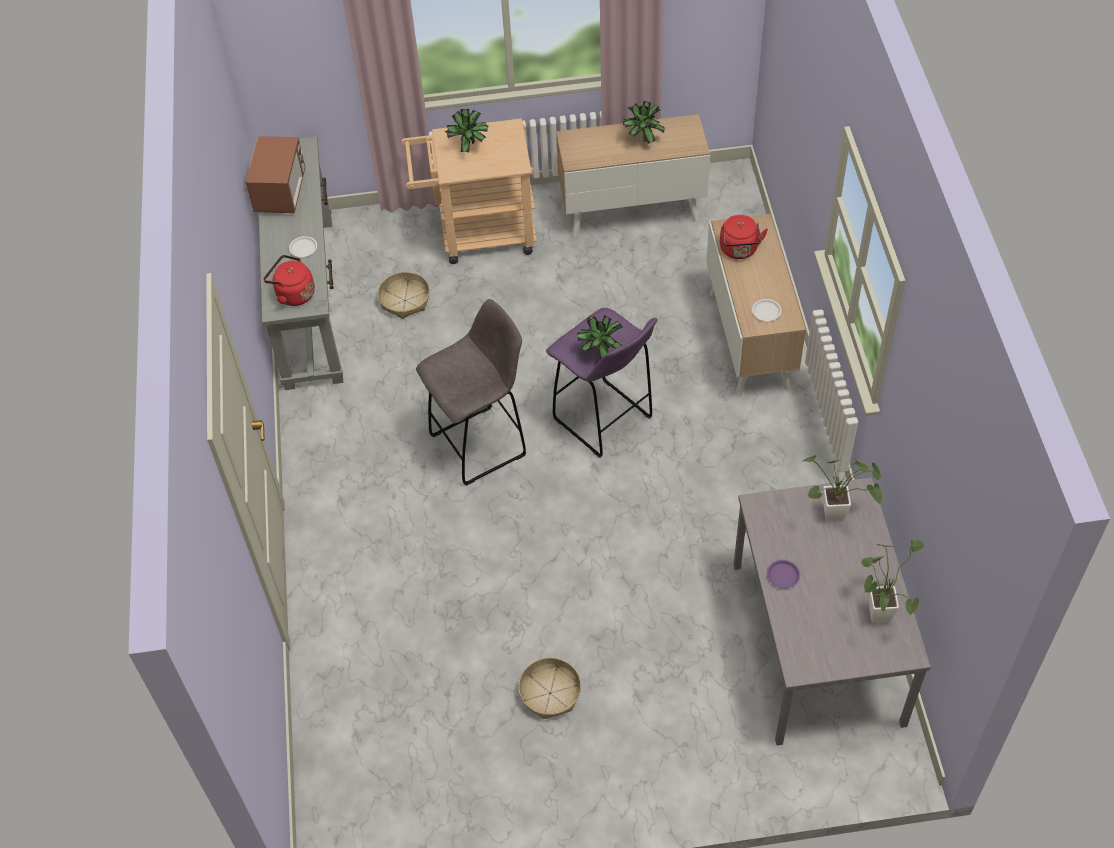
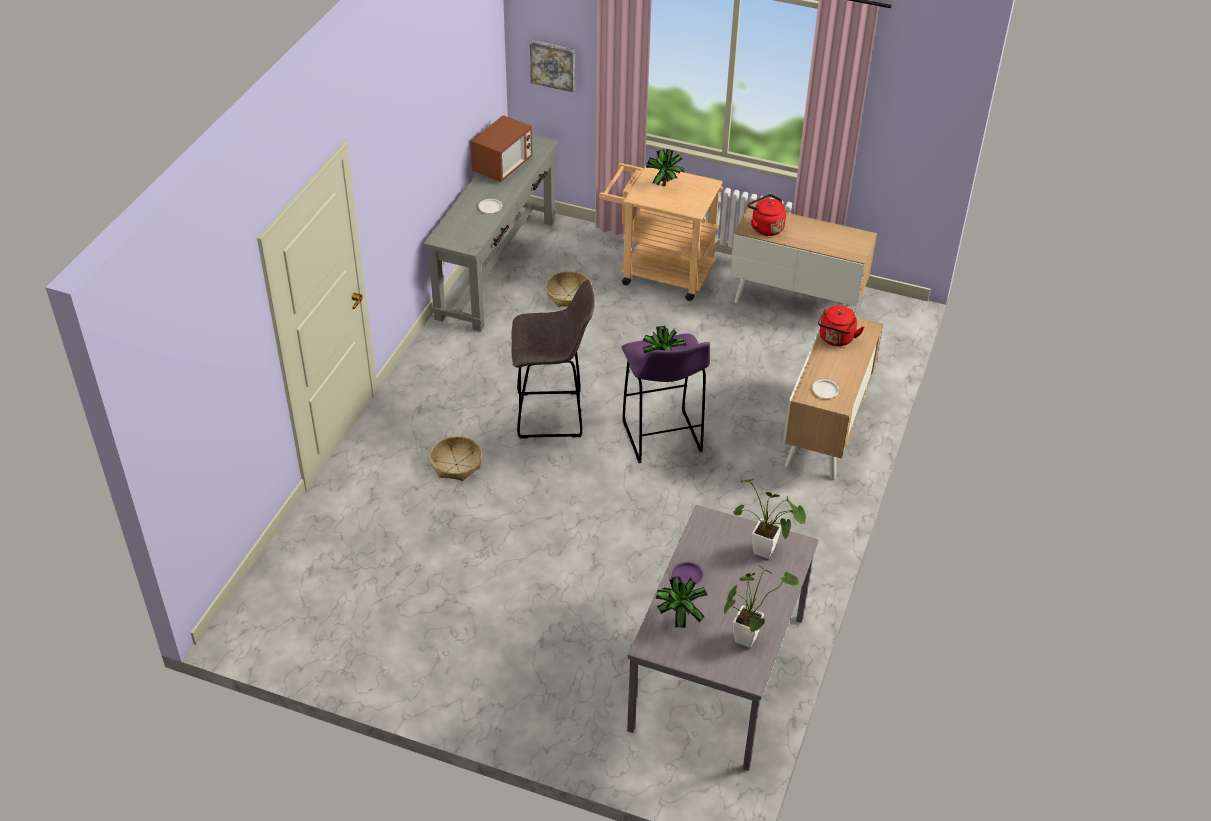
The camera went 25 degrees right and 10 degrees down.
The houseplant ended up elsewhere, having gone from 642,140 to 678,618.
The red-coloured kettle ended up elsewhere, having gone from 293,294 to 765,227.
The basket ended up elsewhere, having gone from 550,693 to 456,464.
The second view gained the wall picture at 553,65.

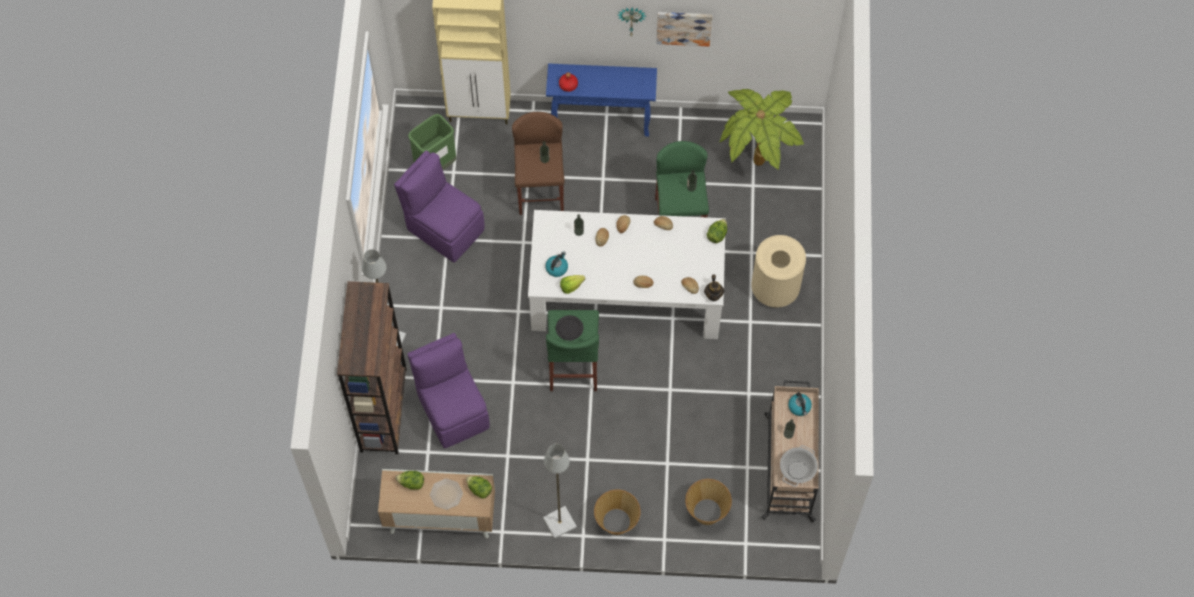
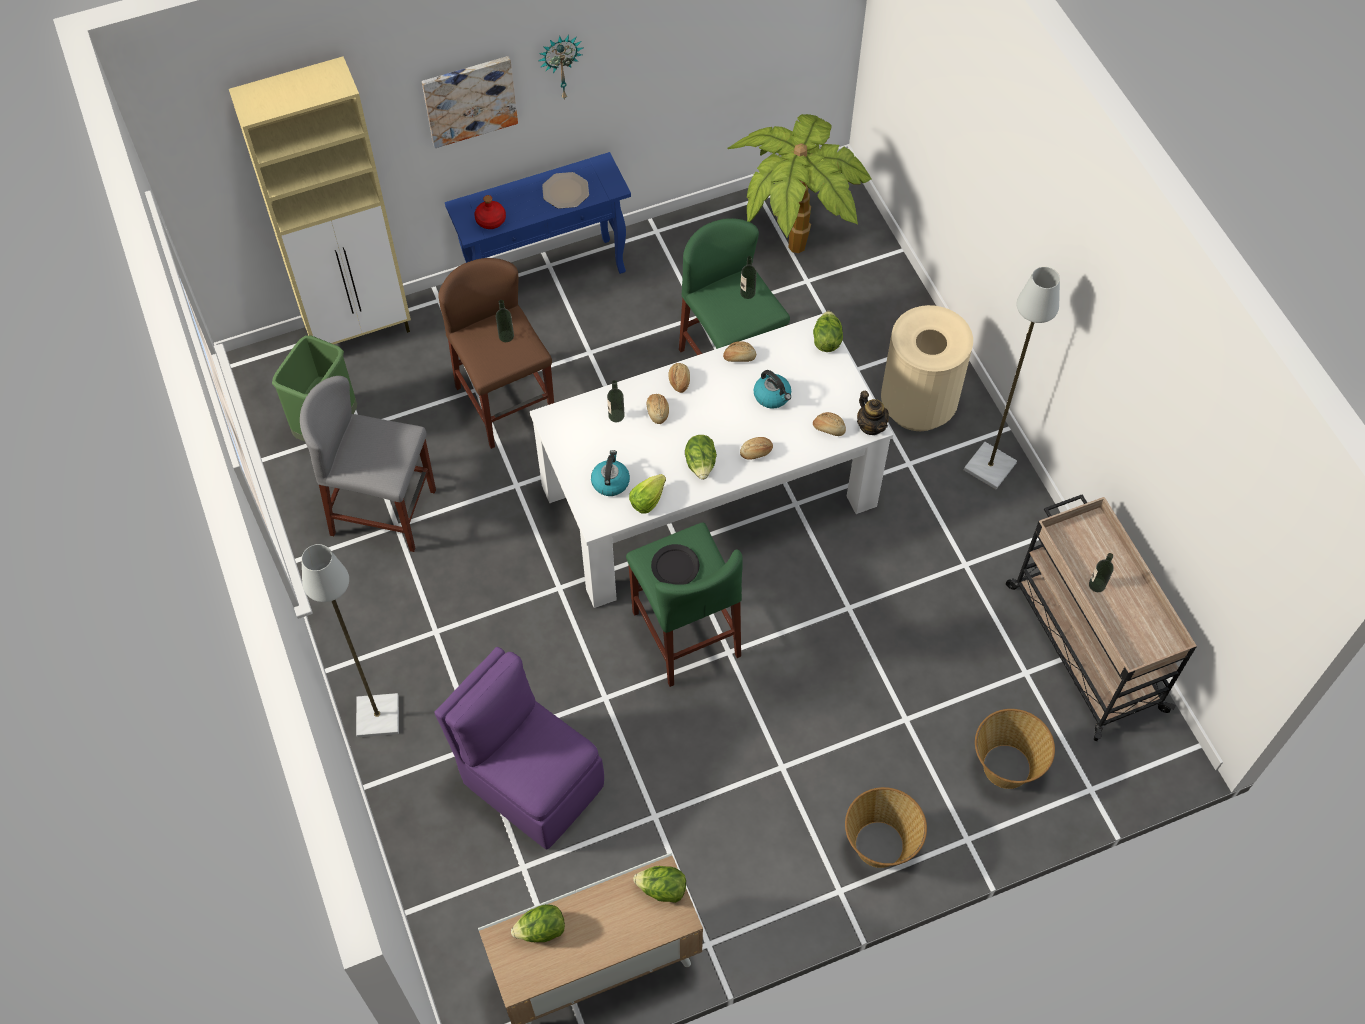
The camera went 25 degrees left and 5 degrees down.
The wall picture ended up elsewhere, having gone from 684,27 to 469,100.
Where the purple-coloured upright chair stood at 444,228, the grey sitting stool came to stand at 384,512.
The second view lost the brown shelving unit at 383,410.
The kettle ended up elsewhere, having gone from 799,407 to 772,396.
The grey floor lamp ended up elsewhere, having gone from 559,523 to 990,467.
The second view lost the cooking pot at 797,470.
The plate ended up elsewhere, having gone from 446,494 to 565,191.
The second view gained the head of lettuce at 701,464.

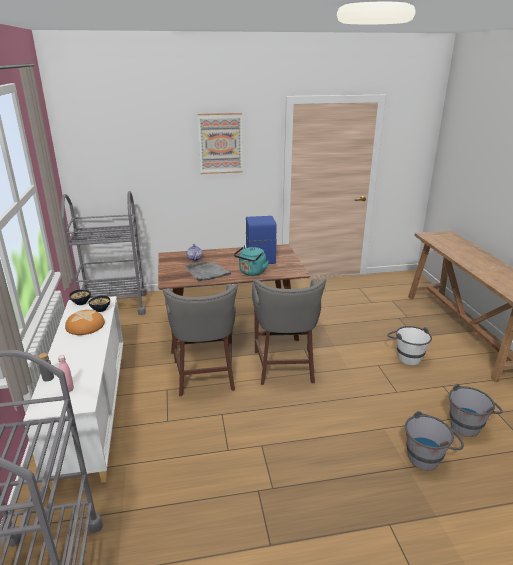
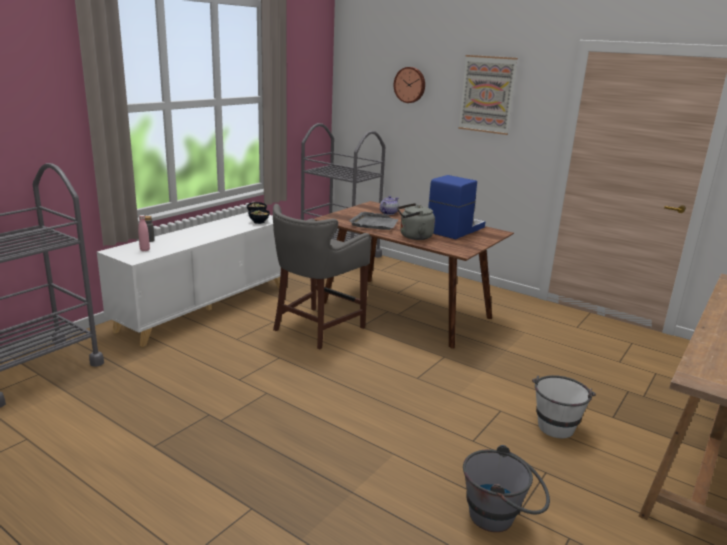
The camera went 45 degrees right and 5 degrees down.
What was the blue-green kettle at 251,272 turned into the grey kettle at 414,237.
The second view lost the grey sitting stool at 285,367.
The second view lost the baked bread at 85,326.
The second view lost the grey bucket at 428,457.
The second view gained the hanging clock at 410,85.

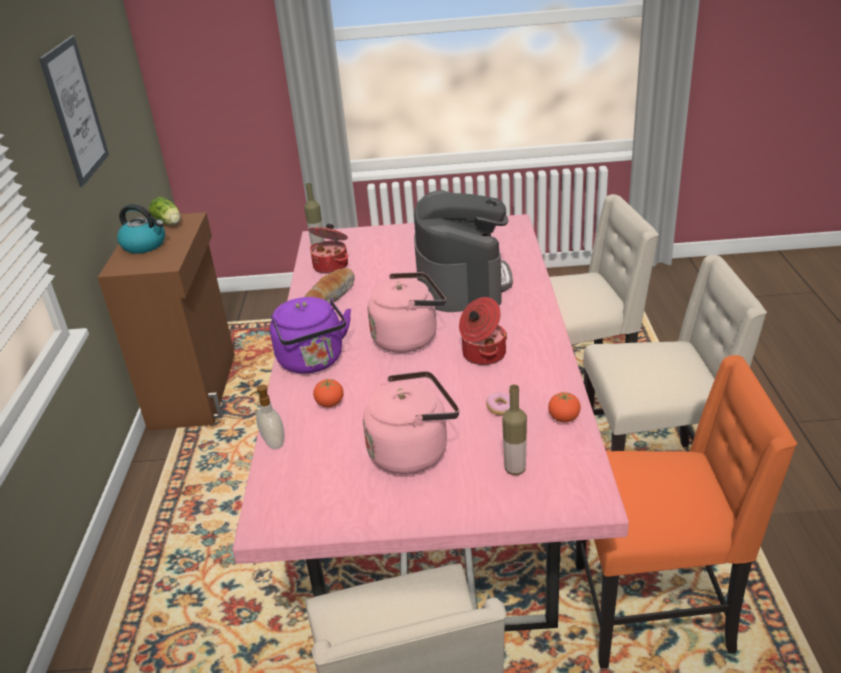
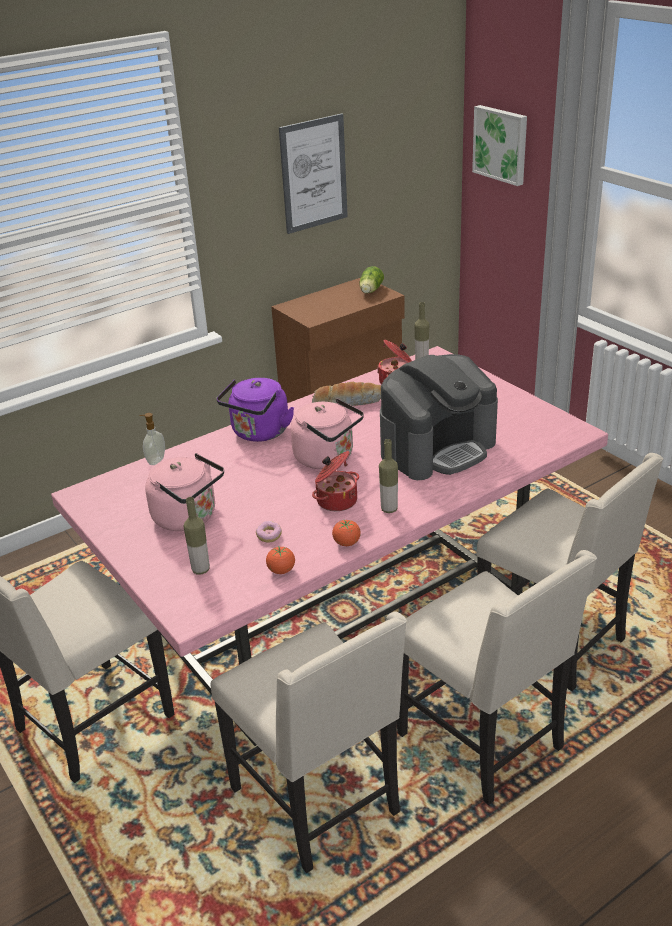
The camera went 55 degrees right and 0 degrees up.
The second view lost the kettle at 145,245.
What was the orange upright chair at 655,609 turned into the sand-coloured upright chair at 319,801.
The fresh tomato ended up elsewhere, having gone from 330,404 to 346,543.
The second view gained the wall picture at 501,144.
The second view gained the beverage bottle at 389,509.

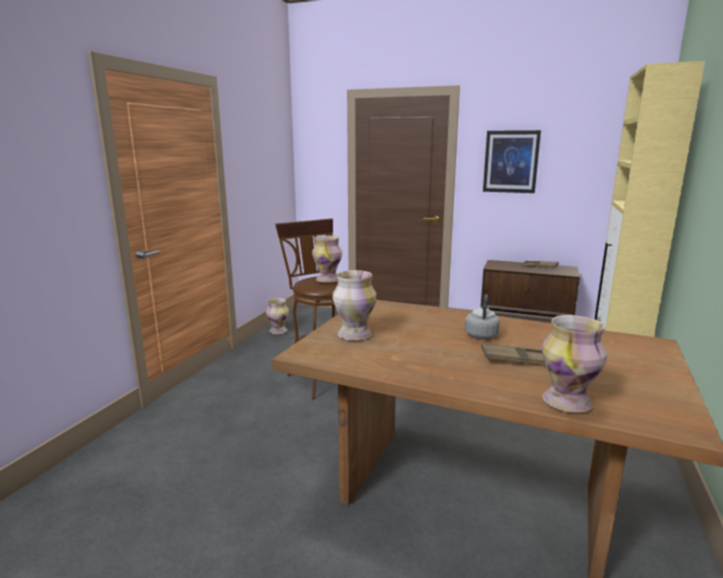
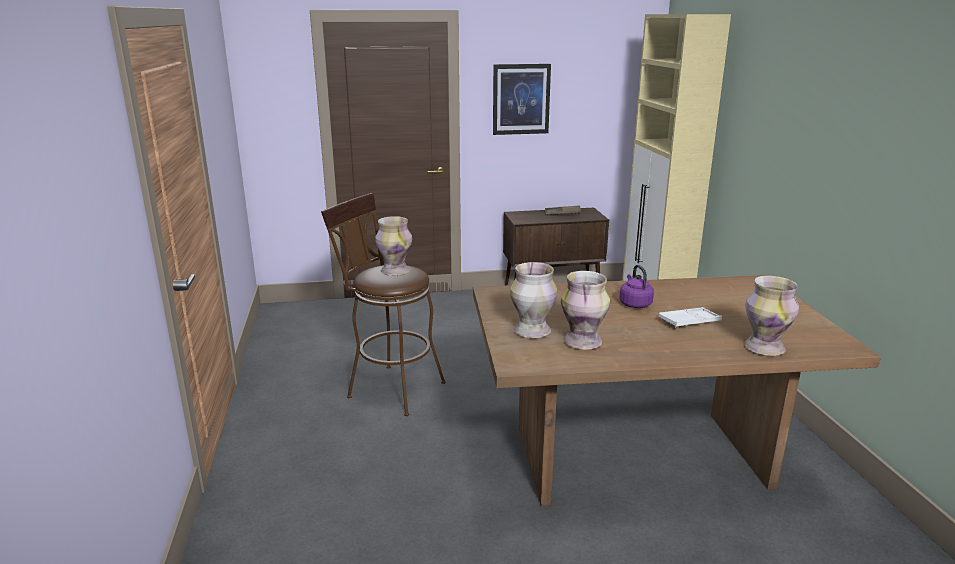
The camera went 30 degrees left and 5 degrees up.
What was the grey kettle at 481,334 turned into the purple-coloured kettle at 634,303.
The decorative vase ended up elsewhere, having gone from 278,331 to 583,342.
What was the brown tray at 515,360 turned into the whitish tray at 689,321.

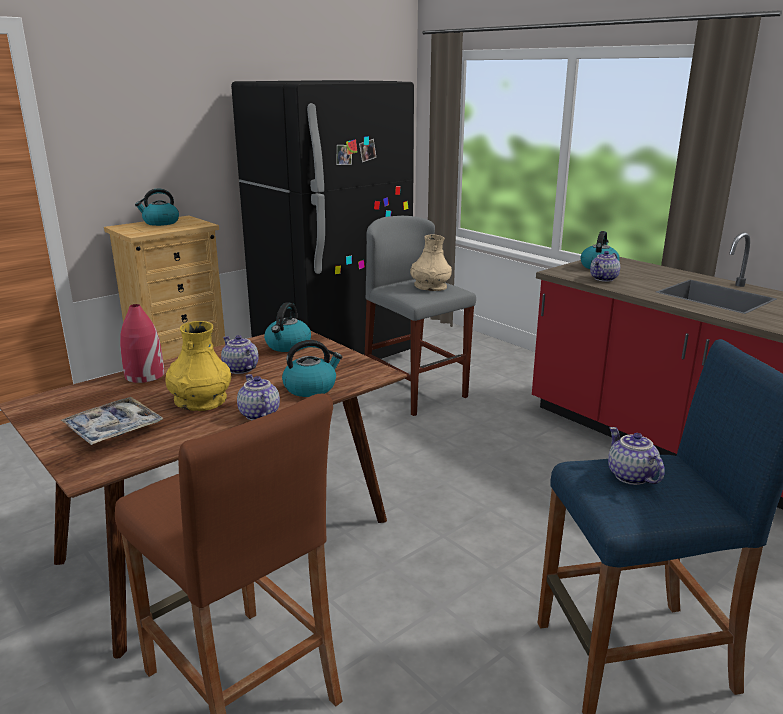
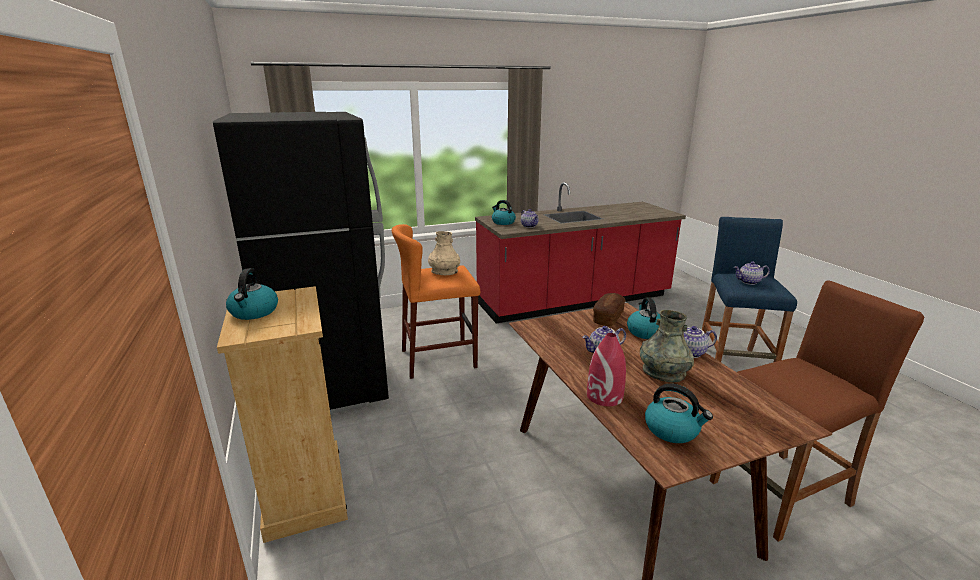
The camera went 70 degrees left and 0 degrees up.
What was the grey sitting stool at 415,392 turned into the orange sitting stool at 439,359.
The kettle ended up elsewhere, having gone from 288,346 to 672,430.
What was the yellow decorative vase at 200,400 turned into the grey decorative vase at 663,372.
The second view lost the tray at 113,429.
The second view gained the baked bread at 608,317.

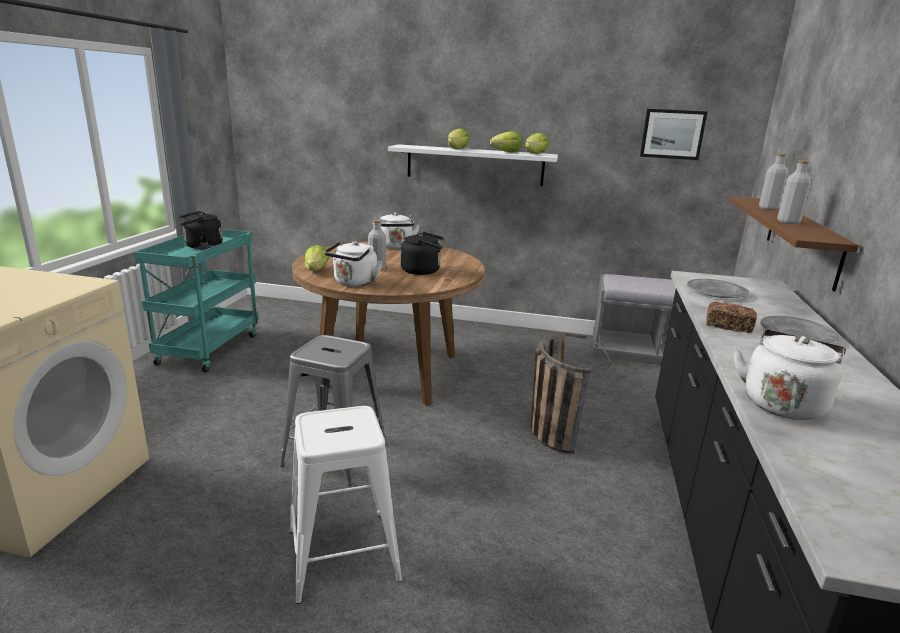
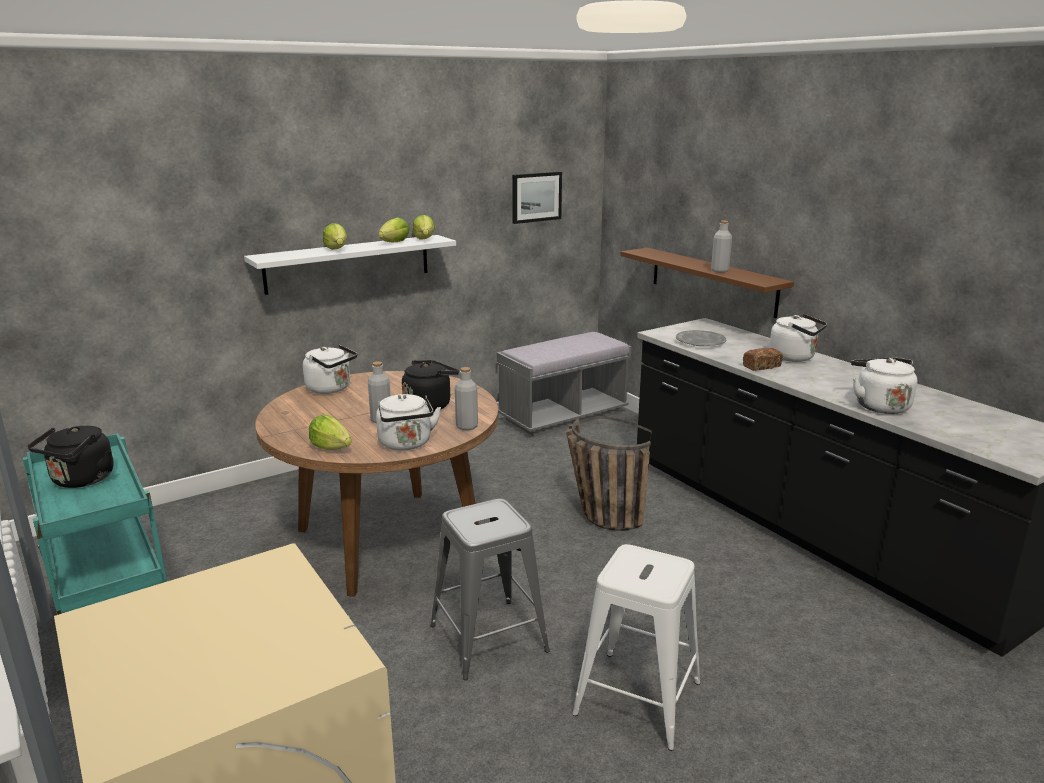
The camera went 45 degrees left and 0 degrees up.
The grey beverage bottle ended up elsewhere, having gone from 768,208 to 467,426.
Where the grey plate stood at 796,334, the whitish kettle came to stand at 795,357.

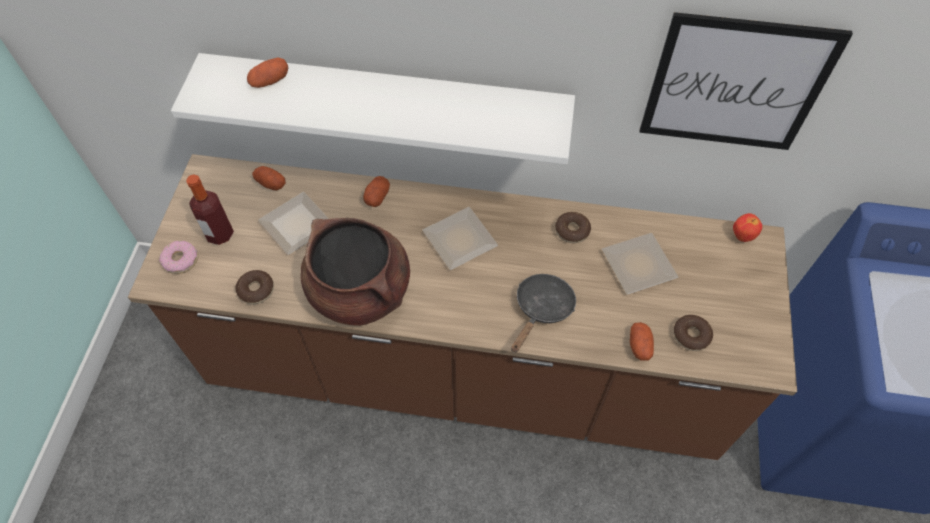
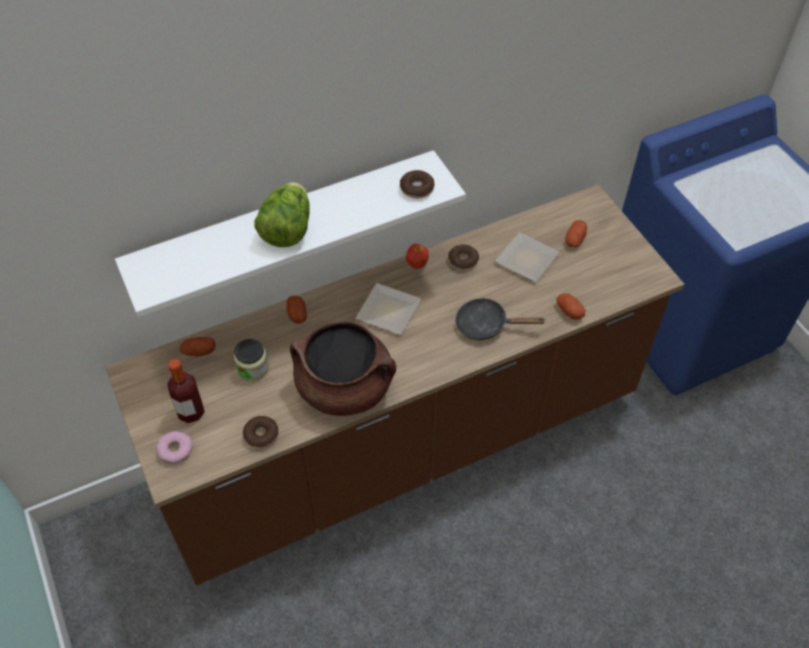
The camera went 35 degrees left and 5 degrees down.
The second view lost the wall picture at 735,84.
The whole potato ended up elsewhere, having gone from 269,81 to 575,239.
Where the plate stood at 299,225, the storage jar came to stand at 253,369.
The apple ended up elsewhere, having gone from 742,236 to 416,264.
The black frying pan at 542,309 ended up facing another way, 75 degrees counterclockwise from before.
The ring doughnut ended up elsewhere, having gone from 691,335 to 417,188.
The second view gained the head of lettuce at 287,230.

